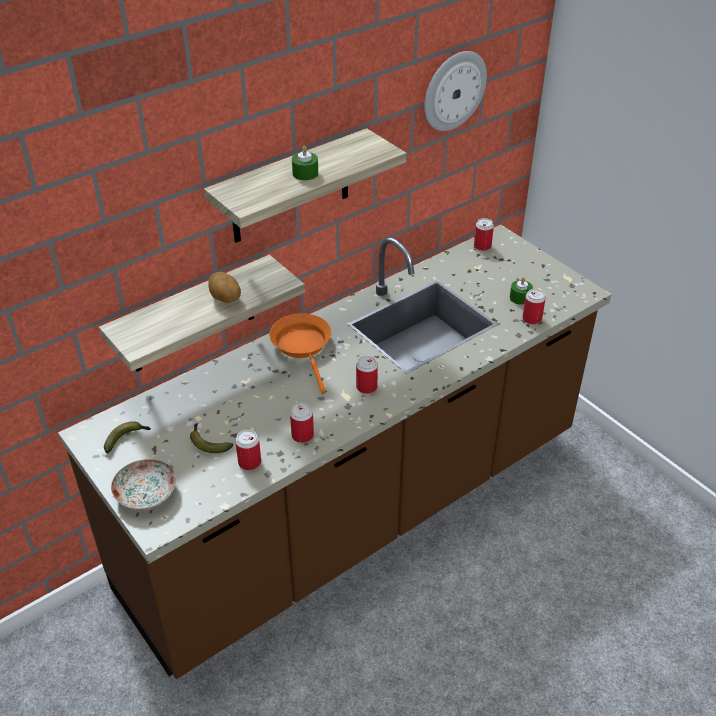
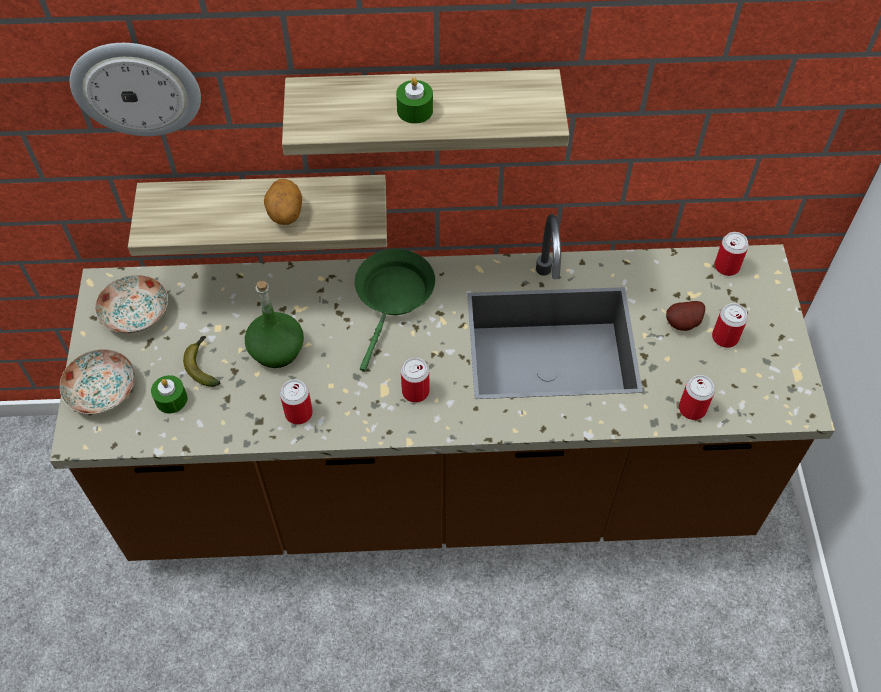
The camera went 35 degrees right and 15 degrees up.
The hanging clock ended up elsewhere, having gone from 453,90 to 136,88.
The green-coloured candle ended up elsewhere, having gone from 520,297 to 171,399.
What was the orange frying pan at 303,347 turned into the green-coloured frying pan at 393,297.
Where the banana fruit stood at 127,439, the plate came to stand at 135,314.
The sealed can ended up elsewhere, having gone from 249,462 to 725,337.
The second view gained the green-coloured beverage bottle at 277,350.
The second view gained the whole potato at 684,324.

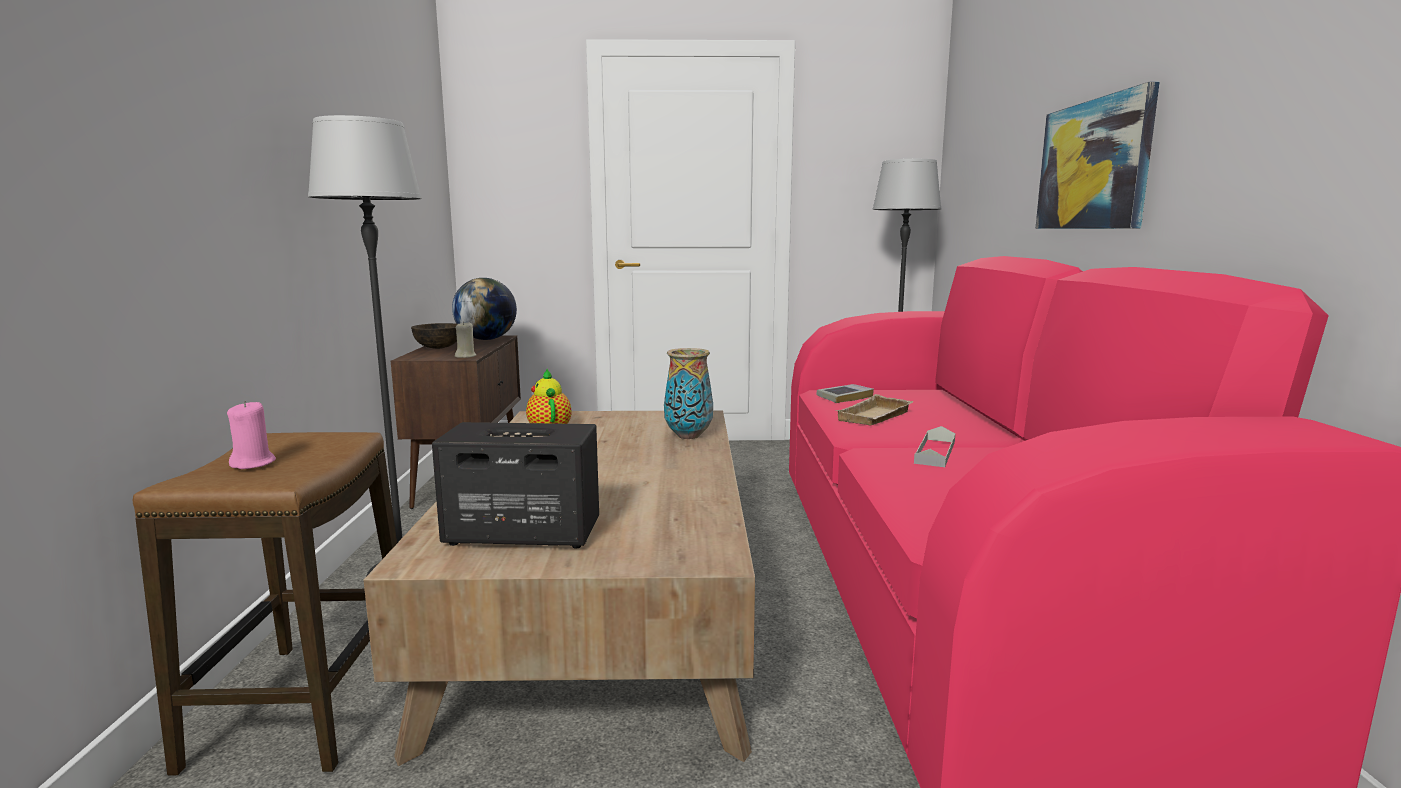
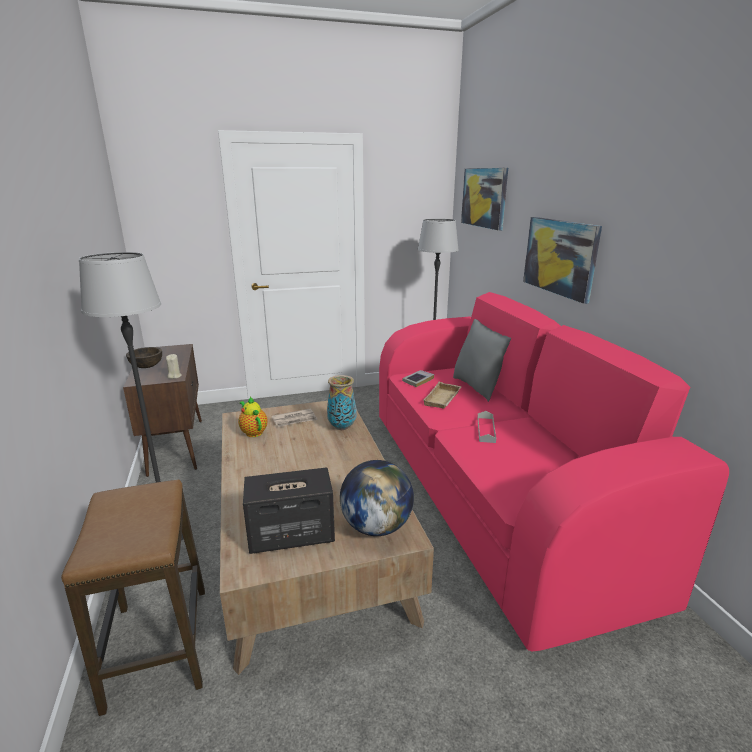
The camera went 15 degrees left and 10 degrees up.
The world globe ended up elsewhere, having gone from 486,339 to 376,526.
The second view lost the pinkish candle at 253,464.
The second view gained the wall picture at 484,197.
The second view gained the grey pillow at 478,387.
The second view gained the printed paper at 295,420.

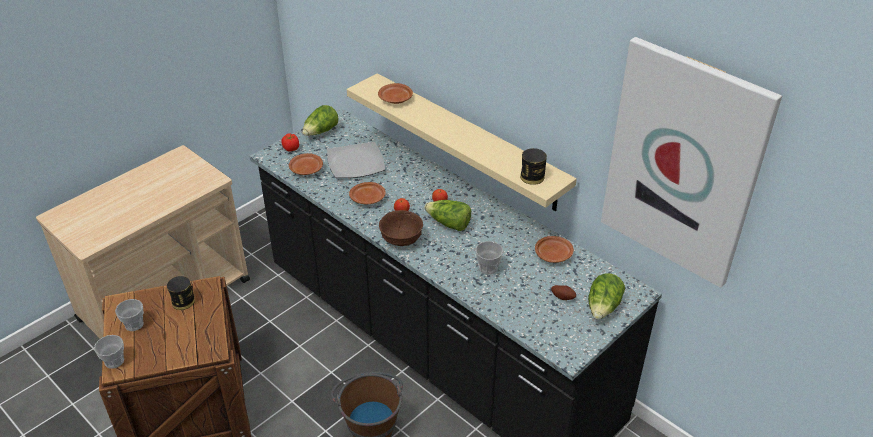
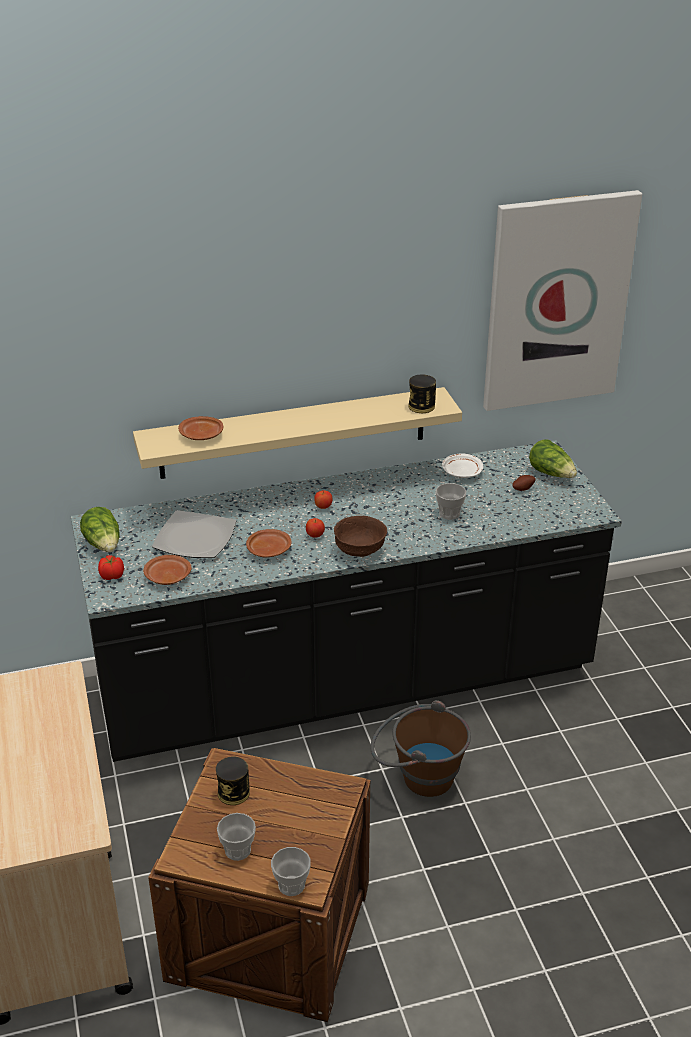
The camera went 60 degrees left and 5 degrees down.
The second view lost the head of lettuce at 449,224.
What was the brown plate at 553,254 turned into the whitish plate at 462,472.

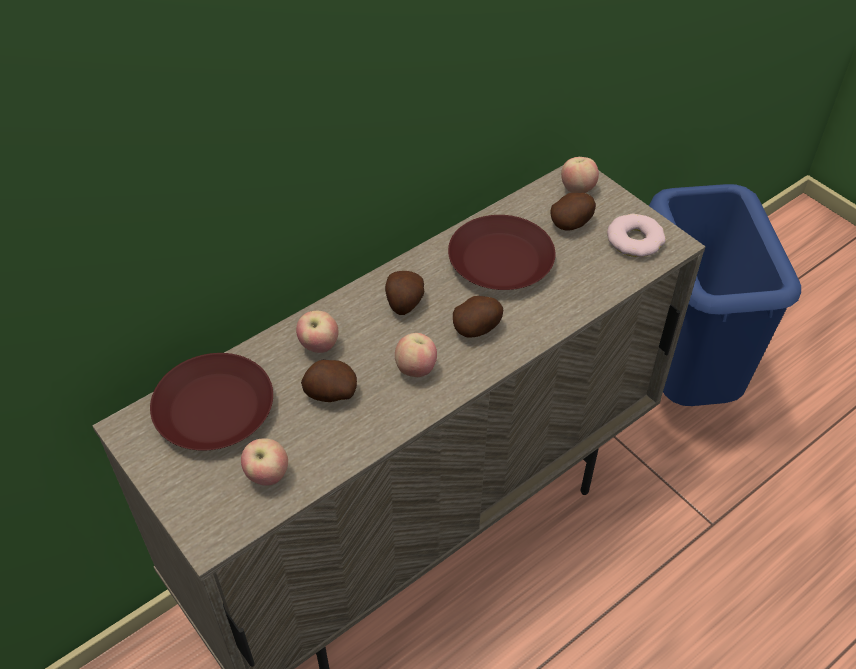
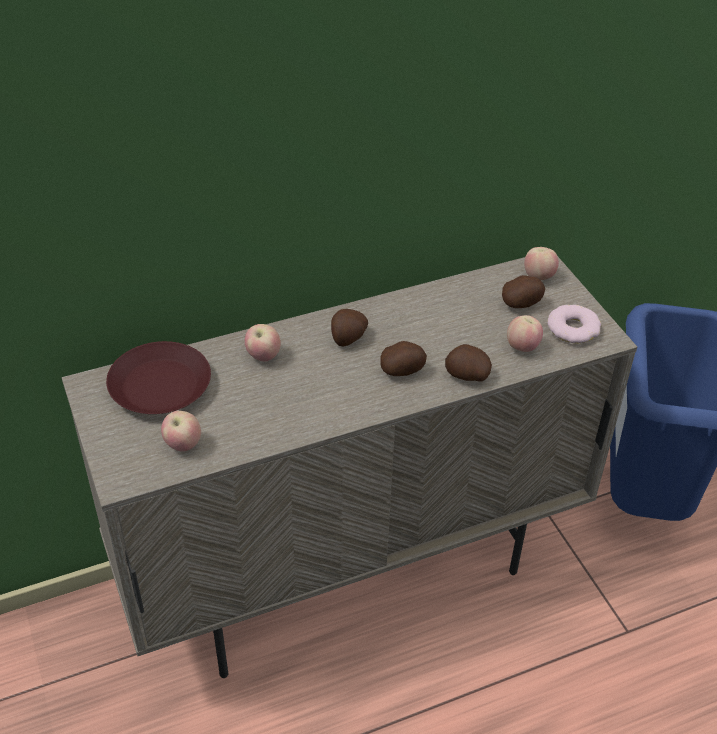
The camera went 15 degrees right and 5 degrees down.
The second view lost the brown plate at 500,260.
The apple ended up elsewhere, having gone from 416,369 to 522,347.
The whole potato ended up elsewhere, having gone from 330,394 to 466,376.

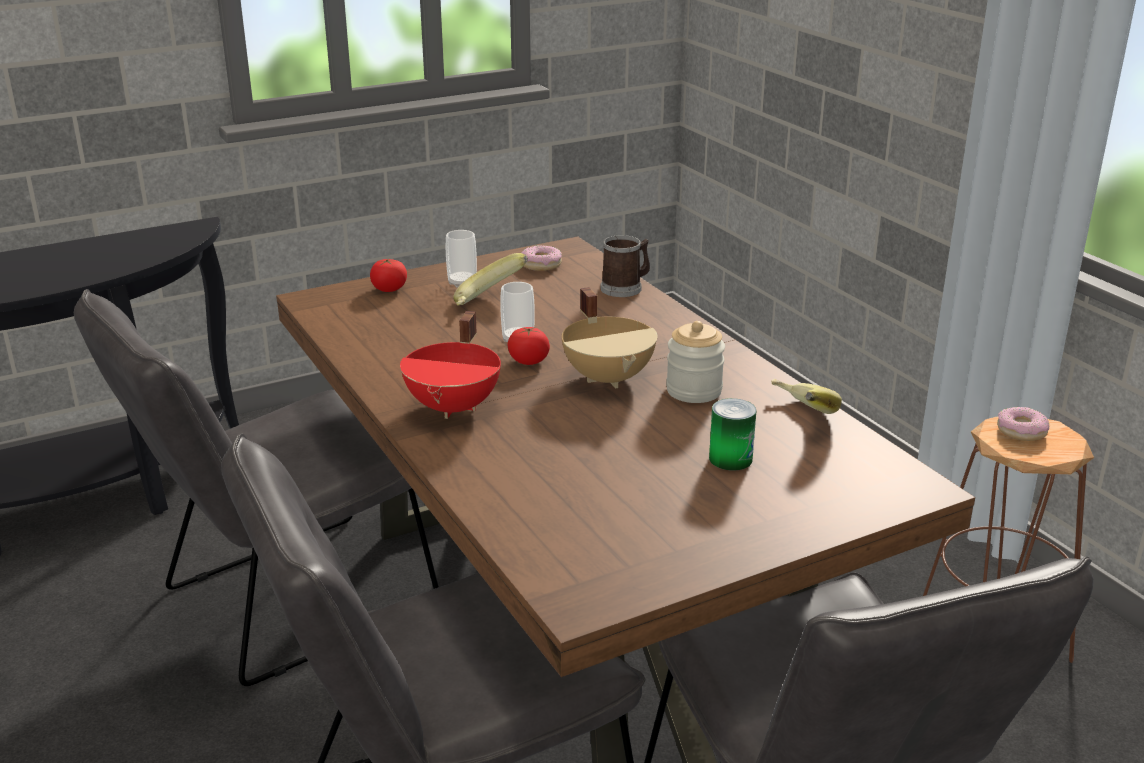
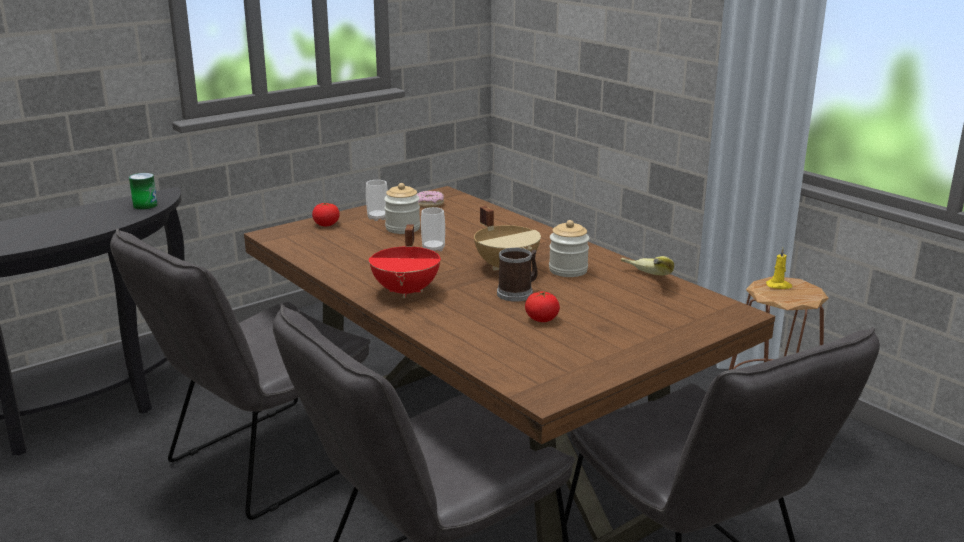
The camera went 10 degrees left and 5 degrees down.
The tea mug ended up elsewhere, having gone from 625,288 to 518,293.
Where the banana fruit stood at 489,302, the storage jar came to stand at 402,228.
The fresh tomato ended up elsewhere, having gone from 528,361 to 541,319.
The sealed can ended up elsewhere, having gone from 730,459 to 145,205.
Where the ring doughnut stood at 1021,431, the yellow candle came to stand at 779,286.

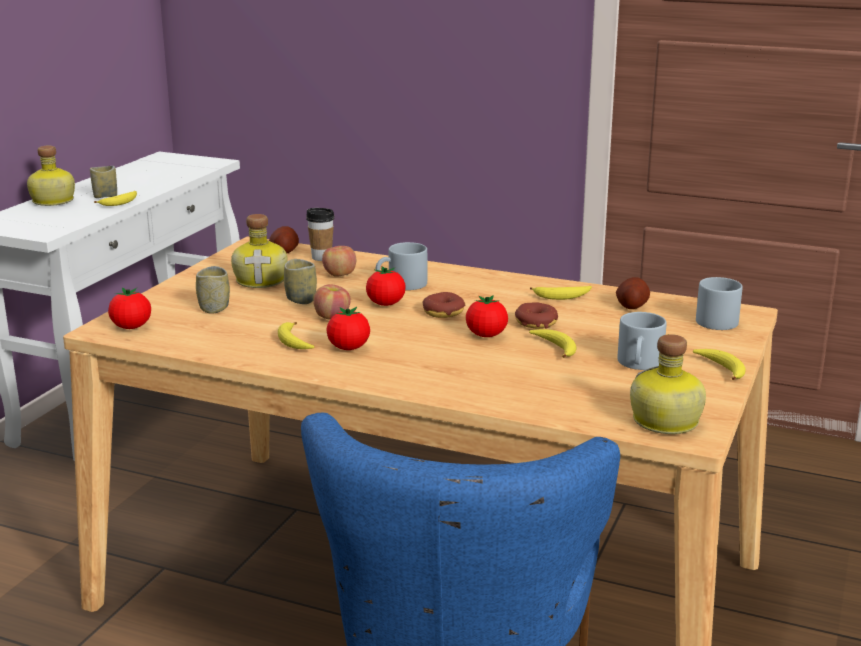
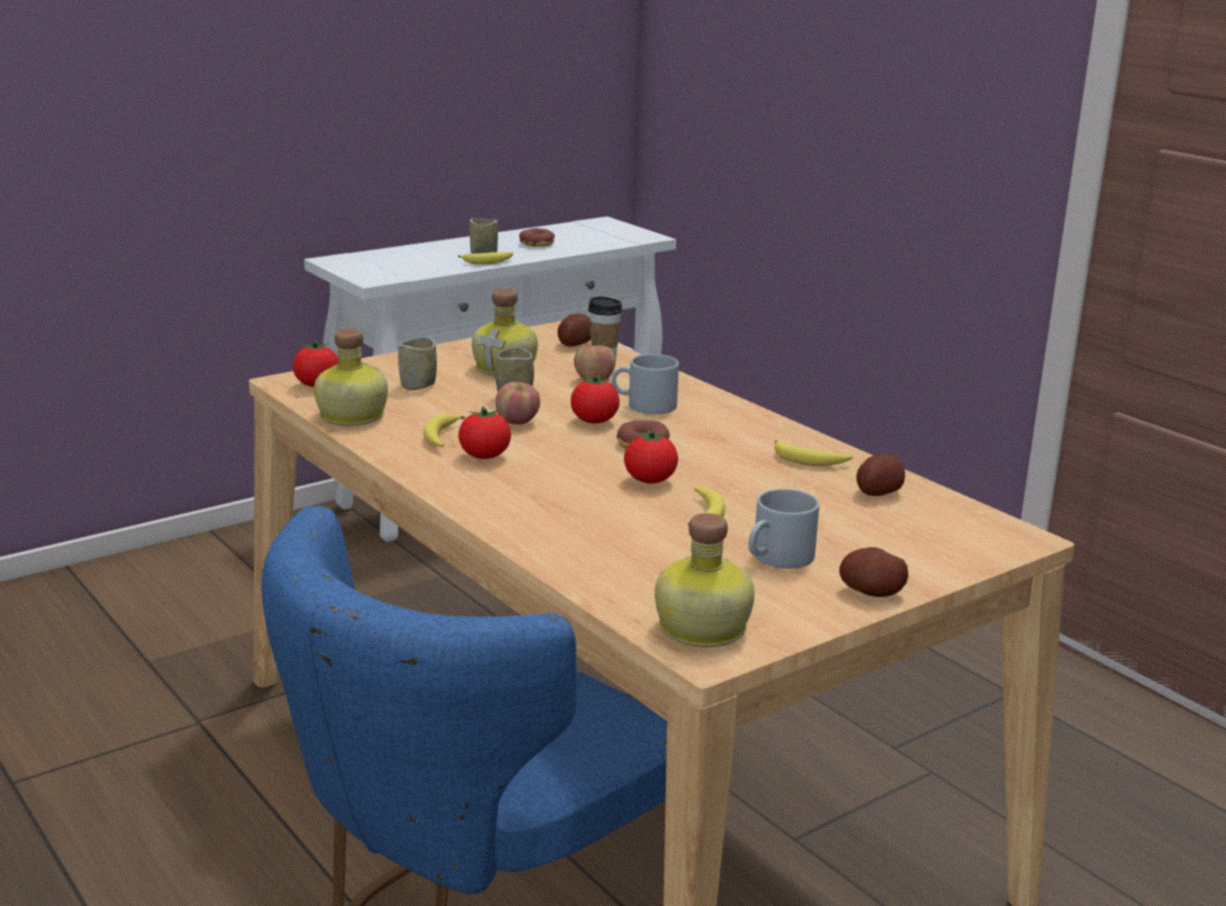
The camera went 30 degrees right and 0 degrees up.
The beverage bottle ended up elsewhere, having gone from 52,201 to 349,416.
The second view lost the grey tea mug at 719,320.
The ring doughnut ended up elsewhere, having gone from 536,322 to 537,243.
Where the banana fruit stood at 721,369, the whole potato came to stand at 871,592.

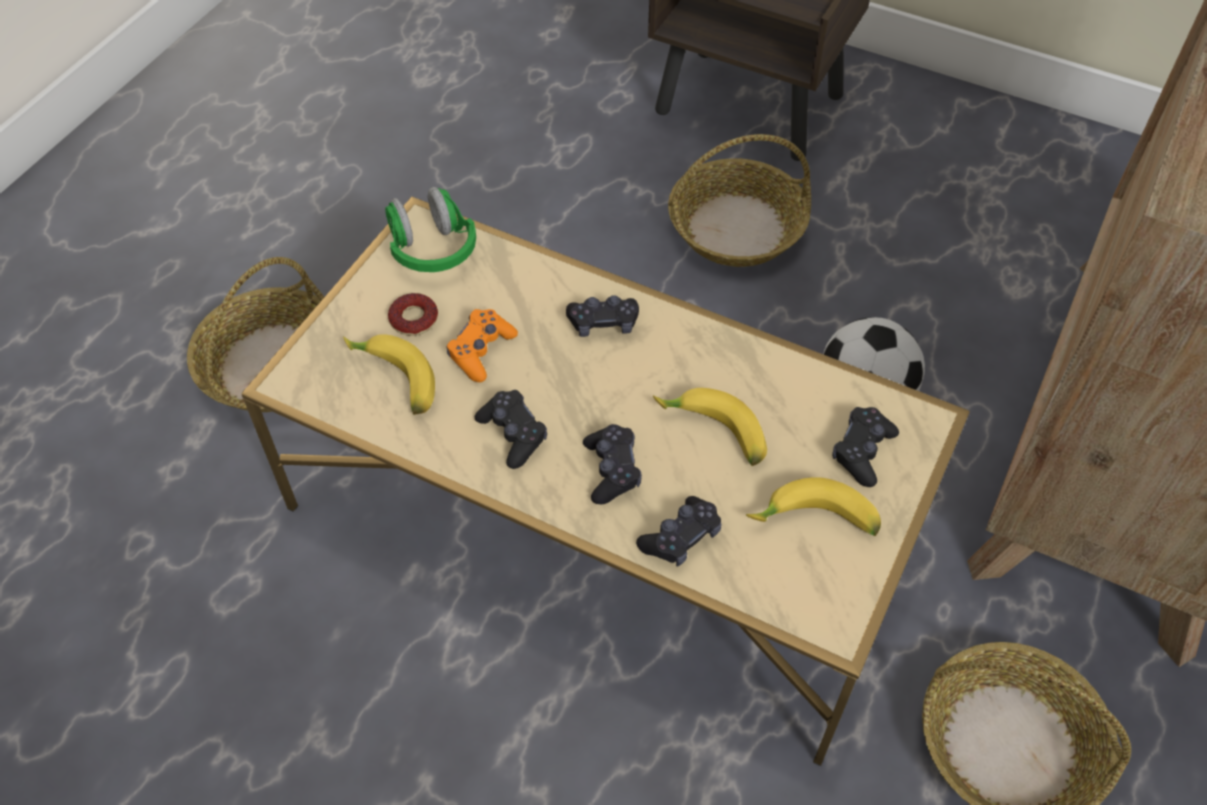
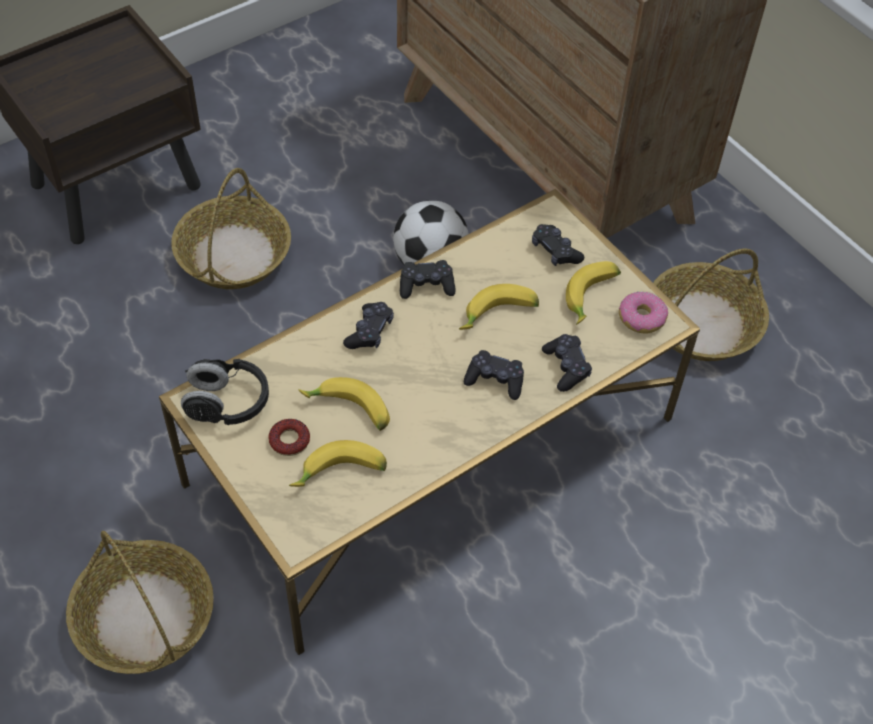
The camera went 65 degrees left and 0 degrees up.
What was the green-coloured headset at 432,249 turned into the black headset at 227,403.
Where the orange game controller stood at 481,351, the banana fruit came to stand at 348,411.
The black game controller ended up elsewhere, having gone from 513,434 to 426,285.
The second view gained the ring doughnut at 641,318.

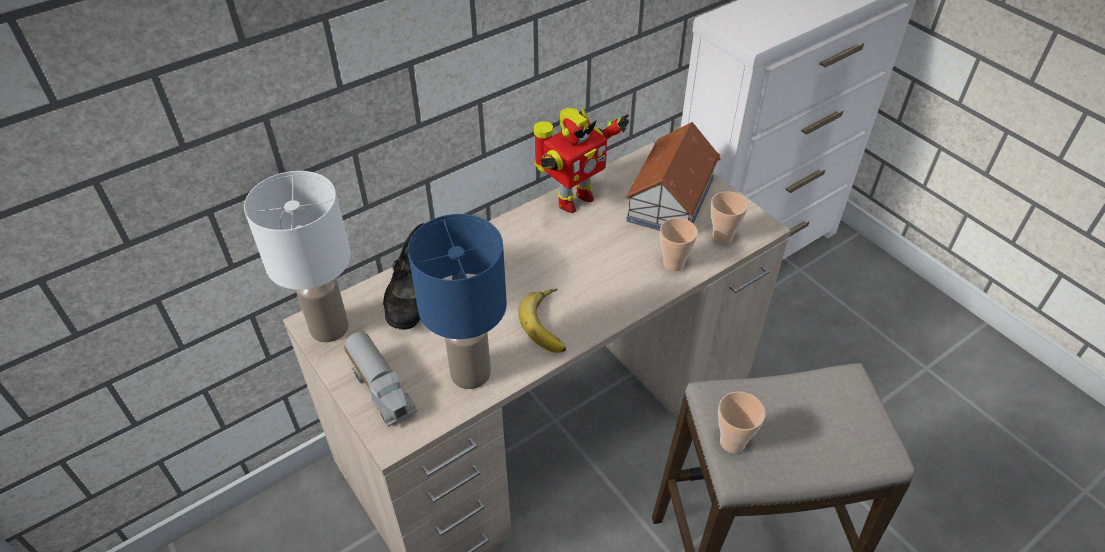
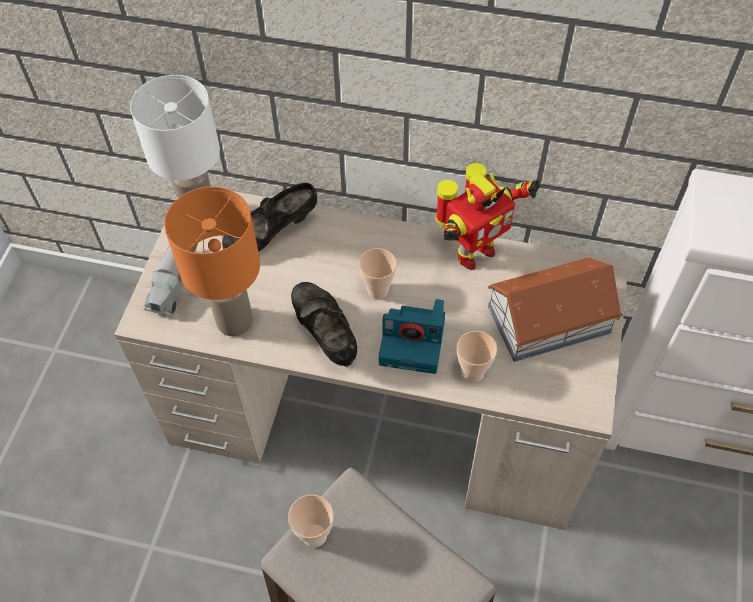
The camera went 50 degrees right and 10 degrees up.
The model robot at 572,199 ended up facing another way, 45 degrees counterclockwise from before.
The small cup ended up elsewhere, having gone from 722,237 to 378,290.
What was the blue tabletop lamp at 471,373 turned into the orange tabletop lamp at 235,322.
Where the banana fruit stood at 550,324, the black shoe came to stand at 325,335.
The second view gained the photo camera at 414,342.

